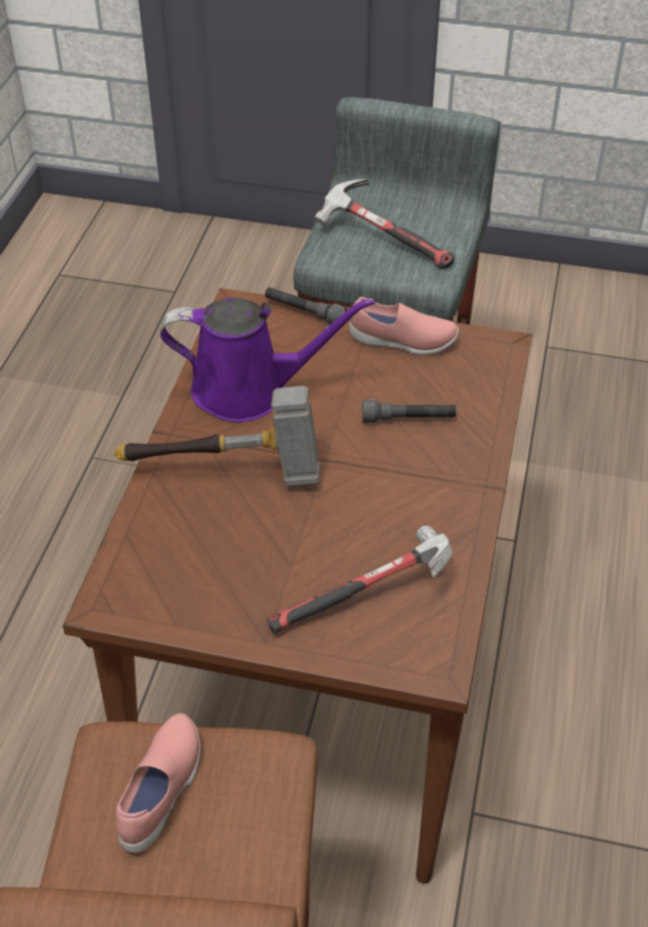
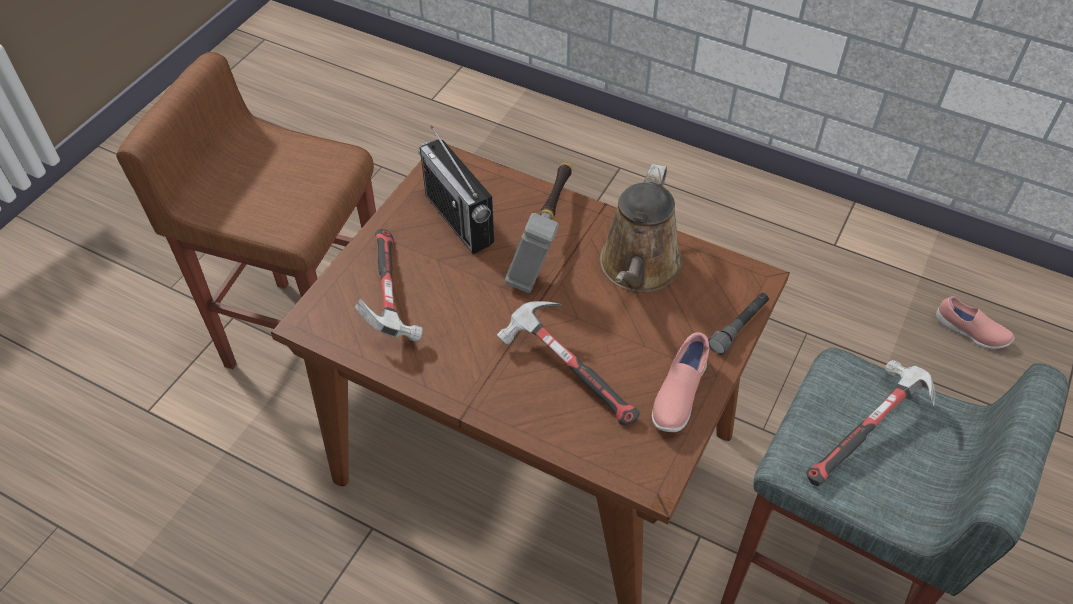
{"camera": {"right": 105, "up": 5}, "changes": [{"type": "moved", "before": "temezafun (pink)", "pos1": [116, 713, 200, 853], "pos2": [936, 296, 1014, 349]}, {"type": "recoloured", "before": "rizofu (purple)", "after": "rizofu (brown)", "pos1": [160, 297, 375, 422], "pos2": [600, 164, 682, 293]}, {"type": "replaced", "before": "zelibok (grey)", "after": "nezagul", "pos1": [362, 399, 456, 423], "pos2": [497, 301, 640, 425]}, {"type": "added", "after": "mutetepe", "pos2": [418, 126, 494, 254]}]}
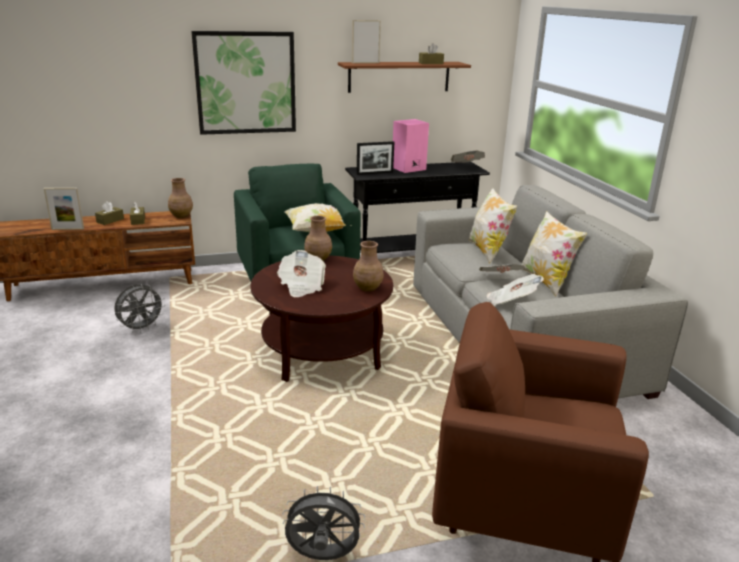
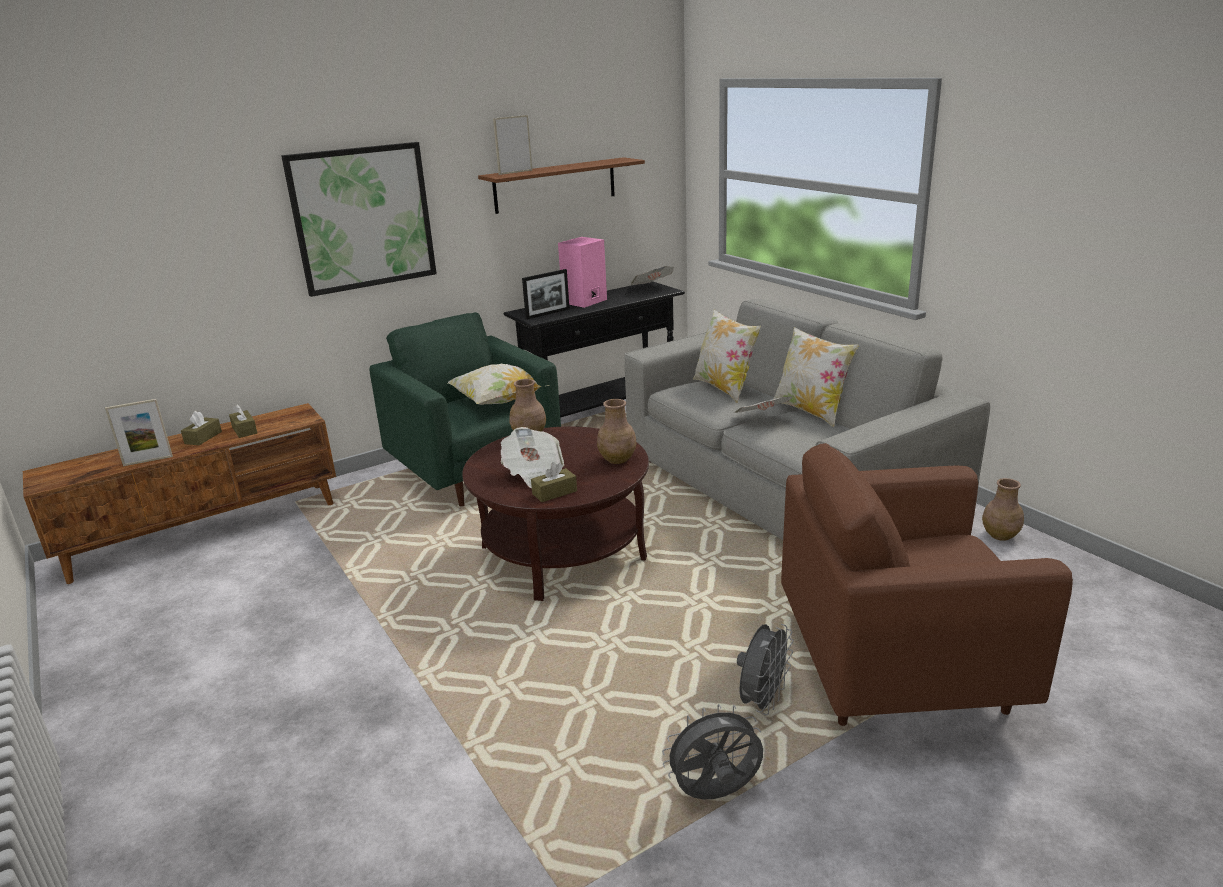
{"camera": {"right": -15, "up": 0}, "changes": [{"type": "moved", "before": "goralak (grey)", "pos1": [114, 284, 165, 332], "pos2": [737, 624, 794, 715]}, {"type": "moved", "before": "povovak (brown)", "pos1": [168, 178, 193, 218], "pos2": [982, 478, 1024, 541]}, {"type": "moved", "before": "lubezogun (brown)", "pos1": [419, 43, 444, 64], "pos2": [531, 462, 577, 502]}, {"type": "removed", "before": "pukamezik", "pos1": [486, 274, 544, 305]}]}
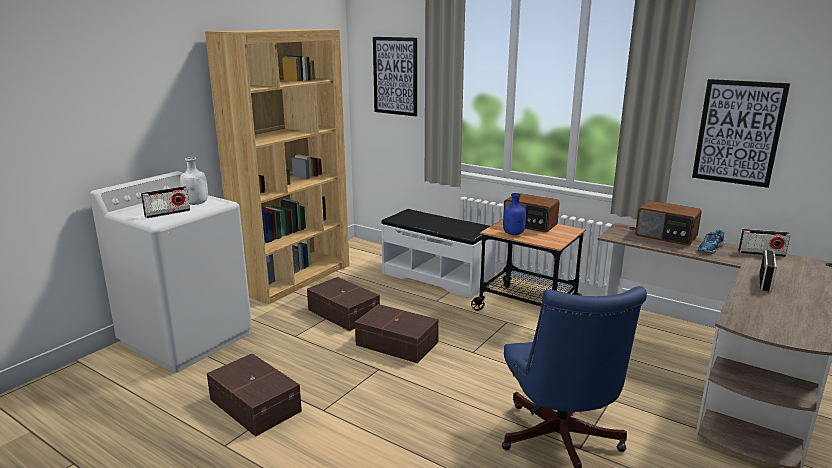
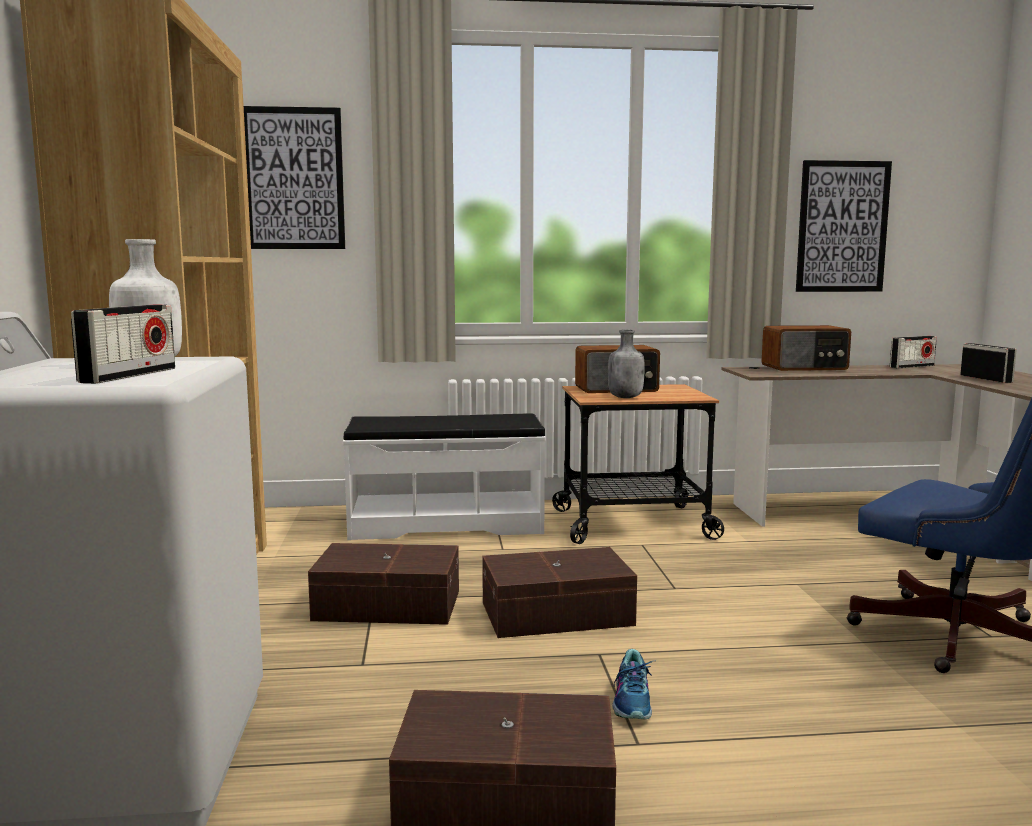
{"camera": {"right": -40, "up": -10}, "changes": [{"type": "recoloured", "before": "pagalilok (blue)", "after": "pagalilok (grey)", "pos1": [503, 193, 526, 235], "pos2": [608, 330, 645, 398]}, {"type": "moved", "before": "temezafun", "pos1": [698, 229, 724, 254], "pos2": [612, 649, 653, 719]}]}
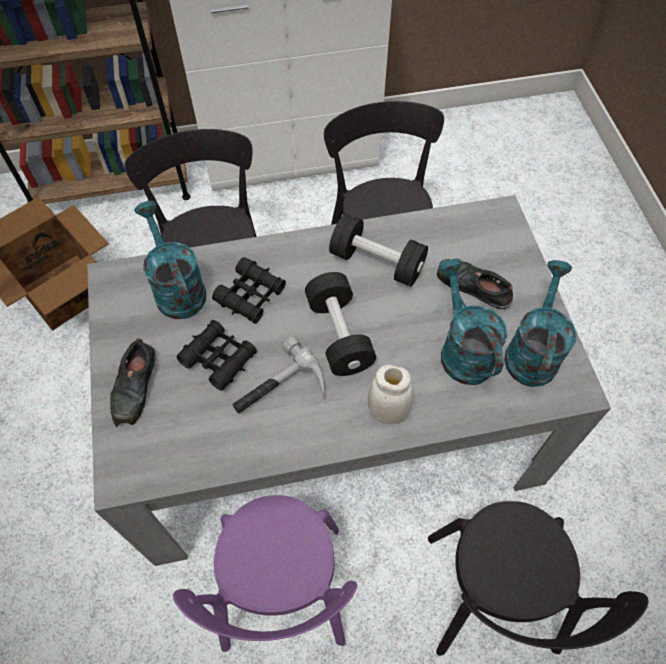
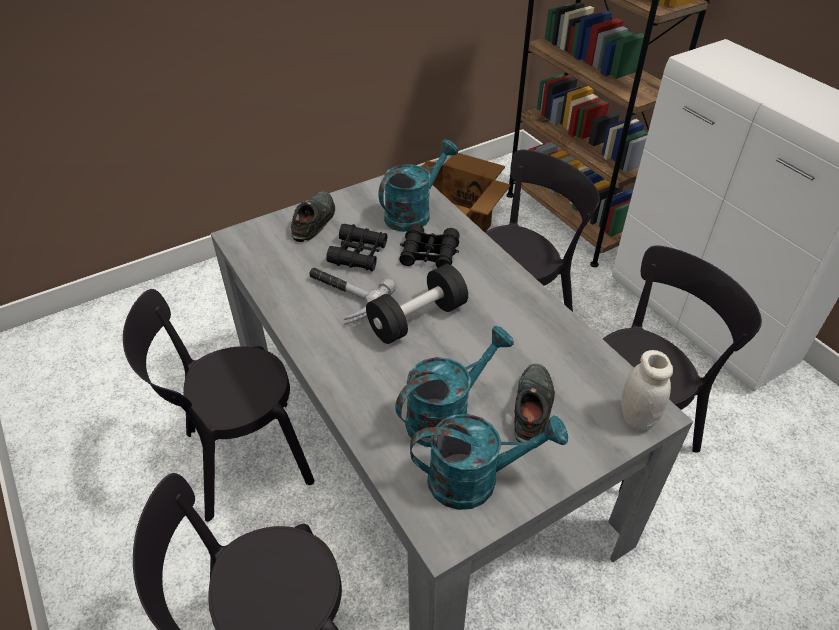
{"camera": {"right": 70, "up": -15}, "changes": [{"type": "turned", "before": "temezafun (black)", "pos1": [110, 338, 156, 427], "pos2": [291, 191, 335, 242], "turn": 120}, {"type": "recoloured", "before": "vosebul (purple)", "after": "vosebul (black)", "pos1": [173, 495, 357, 652], "pos2": [123, 289, 315, 522]}, {"type": "removed", "before": "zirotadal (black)", "pos1": [329, 214, 428, 287]}, {"type": "moved", "before": "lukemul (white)", "pos1": [368, 365, 413, 424], "pos2": [621, 350, 673, 431]}]}
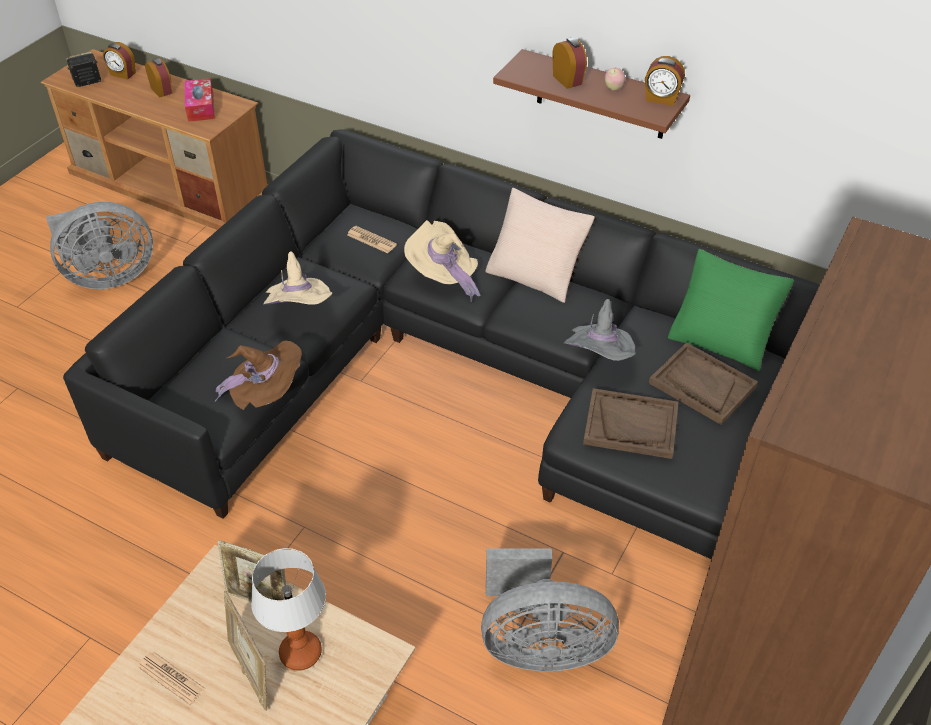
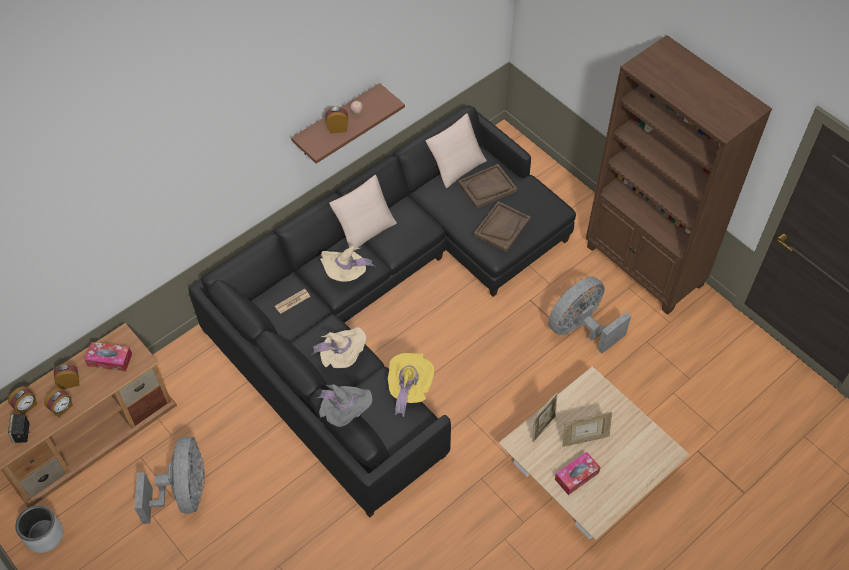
{"camera": {"right": -70, "up": 10}, "changes": [{"type": "replaced", "before": "pukamezik", "after": "lubezogun", "pos1": [137, 652, 206, 705], "pos2": [555, 452, 601, 495]}, {"type": "recoloured", "before": "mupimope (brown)", "after": "mupimope (yellow)", "pos1": [215, 340, 302, 410], "pos2": [388, 353, 434, 417]}, {"type": "removed", "before": "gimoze", "pos1": [251, 548, 326, 671]}, {"type": "turned", "before": "goralak (grey)", "pos1": [481, 548, 619, 671], "pos2": [548, 276, 631, 353], "turn": -150}, {"type": "moved", "before": "mupimope (grey)", "pos1": [564, 299, 636, 361], "pos2": [316, 384, 372, 427]}, {"type": "moved", "before": "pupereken", "pos1": [645, 56, 685, 106], "pos2": [44, 388, 73, 418]}, {"type": "recoloured", "before": "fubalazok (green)", "after": "fubalazok (beige)", "pos1": [668, 249, 794, 371], "pos2": [426, 113, 487, 188]}, {"type": "added", "after": "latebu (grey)", "pos2": [15, 505, 63, 553]}]}
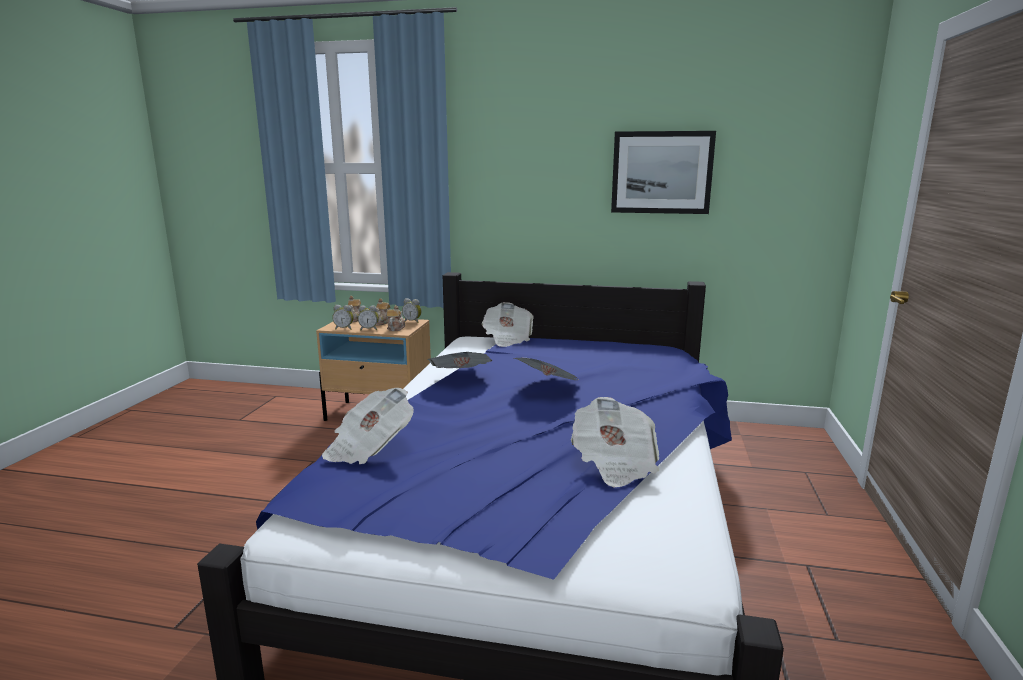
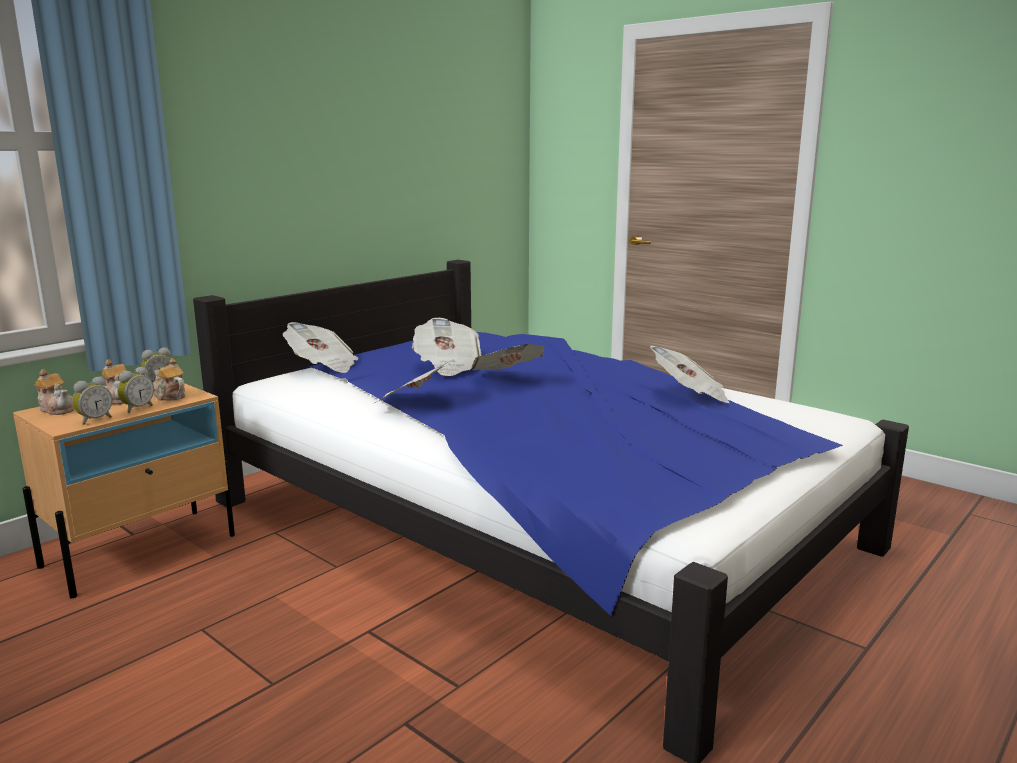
{"camera": {"right": -60, "up": 0}, "changes": [{"type": "moved", "before": "pukamezik", "pos1": [322, 388, 414, 464], "pos2": [412, 318, 481, 376]}, {"type": "removed", "before": "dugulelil", "pos1": [611, 131, 716, 214]}]}
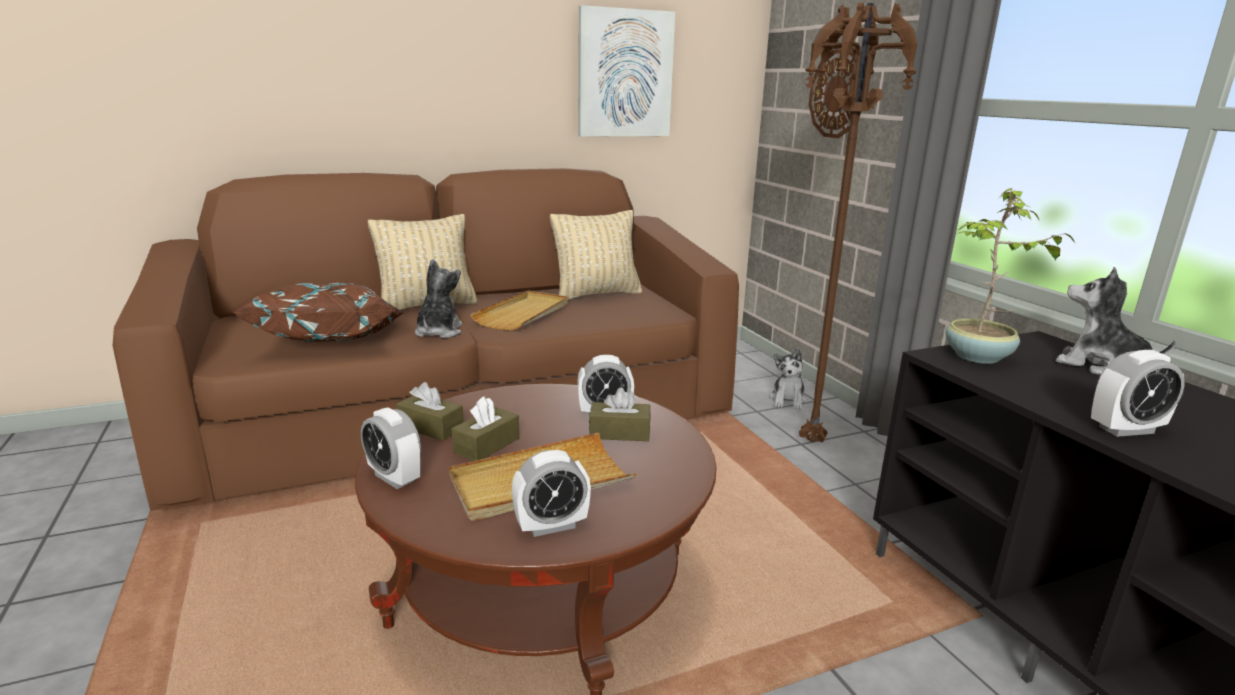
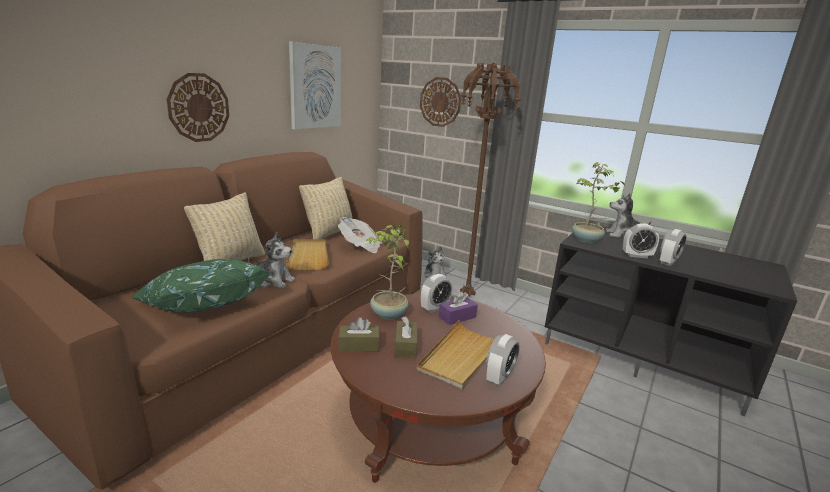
{"camera": {"right": -35, "up": 0}, "changes": [{"type": "recoloured", "before": "fubalazok (brown)", "after": "fubalazok (green)", "pos1": [232, 282, 404, 342], "pos2": [131, 259, 272, 312]}, {"type": "moved", "before": "pupereken", "pos1": [361, 407, 421, 489], "pos2": [623, 223, 659, 258]}, {"type": "turned", "before": "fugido", "pos1": [415, 259, 462, 338], "pos2": [248, 232, 295, 289], "turn": 135}, {"type": "recoloured", "before": "lubezogun (brown)", "after": "lubezogun (purple)", "pos1": [589, 388, 651, 441], "pos2": [439, 291, 478, 325]}, {"type": "added", "after": "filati", "pos2": [167, 73, 229, 142]}, {"type": "added", "after": "pukamezik", "pos2": [338, 217, 382, 253]}, {"type": "added", "after": "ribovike", "pos2": [366, 224, 409, 320]}]}
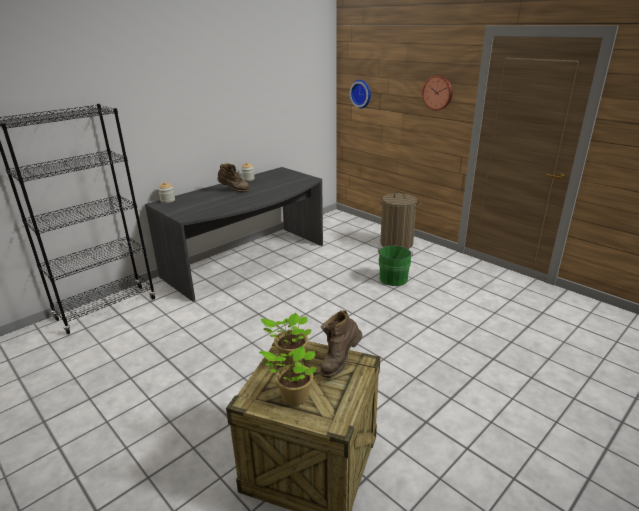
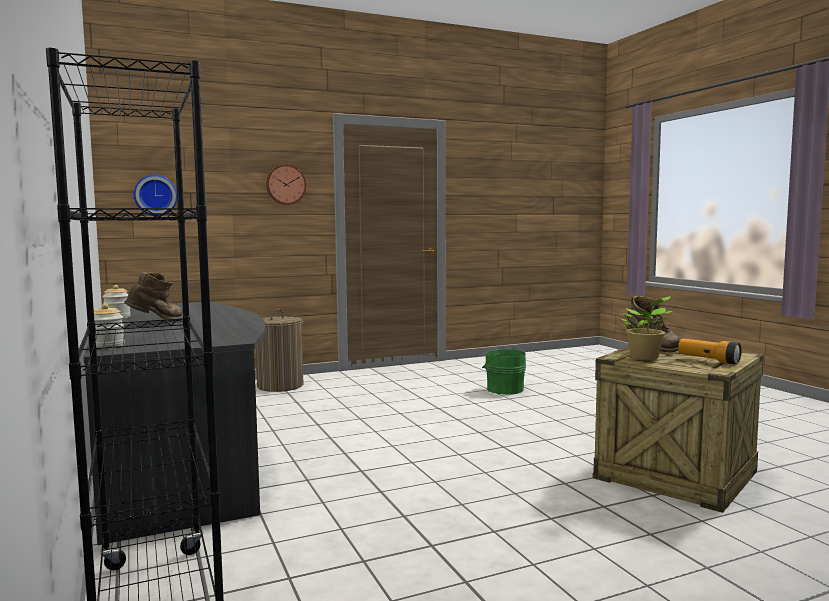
{"camera": {"right": -70, "up": -20}, "changes": [{"type": "replaced", "before": "ribovike", "after": "zelibok", "pos1": [259, 346, 316, 406], "pos2": [678, 339, 741, 365]}, {"type": "moved", "before": "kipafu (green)", "pos1": [378, 246, 413, 286], "pos2": [482, 347, 526, 395]}]}
